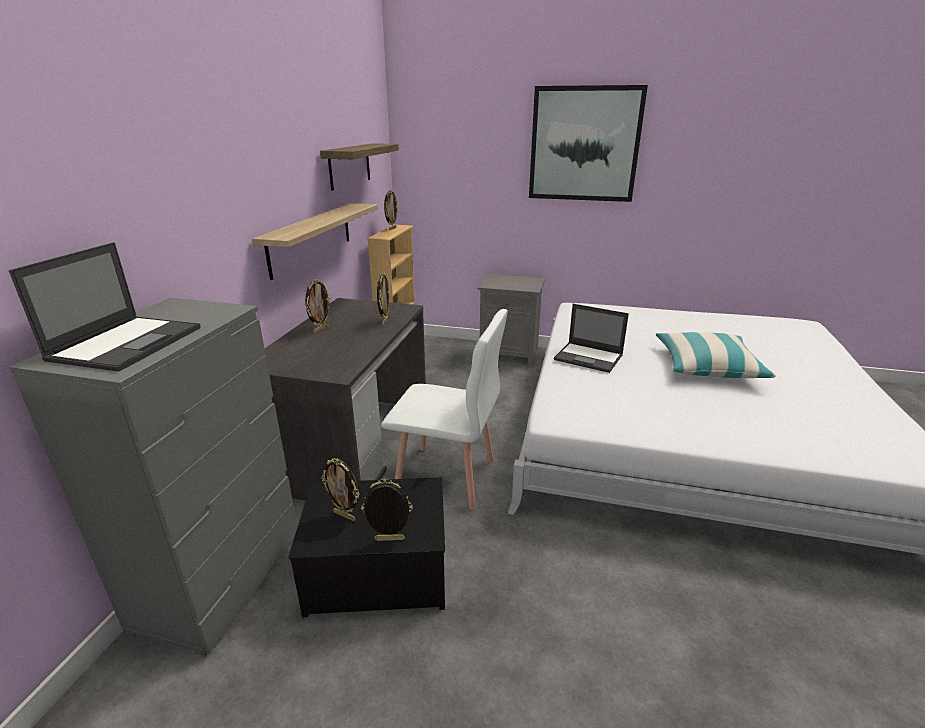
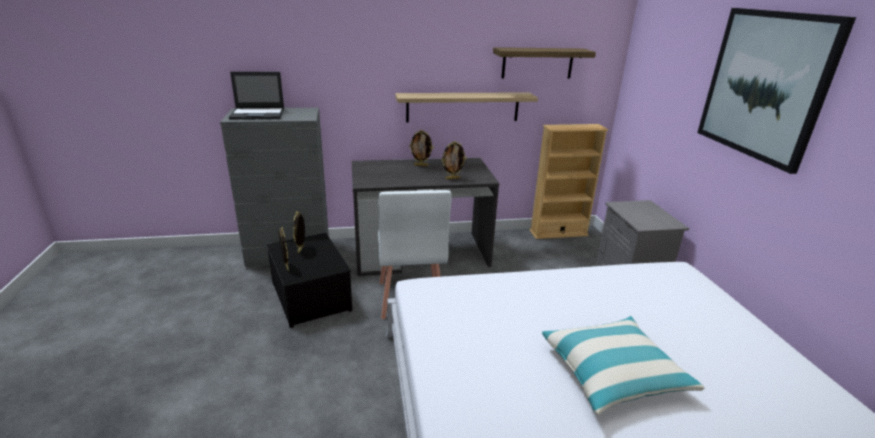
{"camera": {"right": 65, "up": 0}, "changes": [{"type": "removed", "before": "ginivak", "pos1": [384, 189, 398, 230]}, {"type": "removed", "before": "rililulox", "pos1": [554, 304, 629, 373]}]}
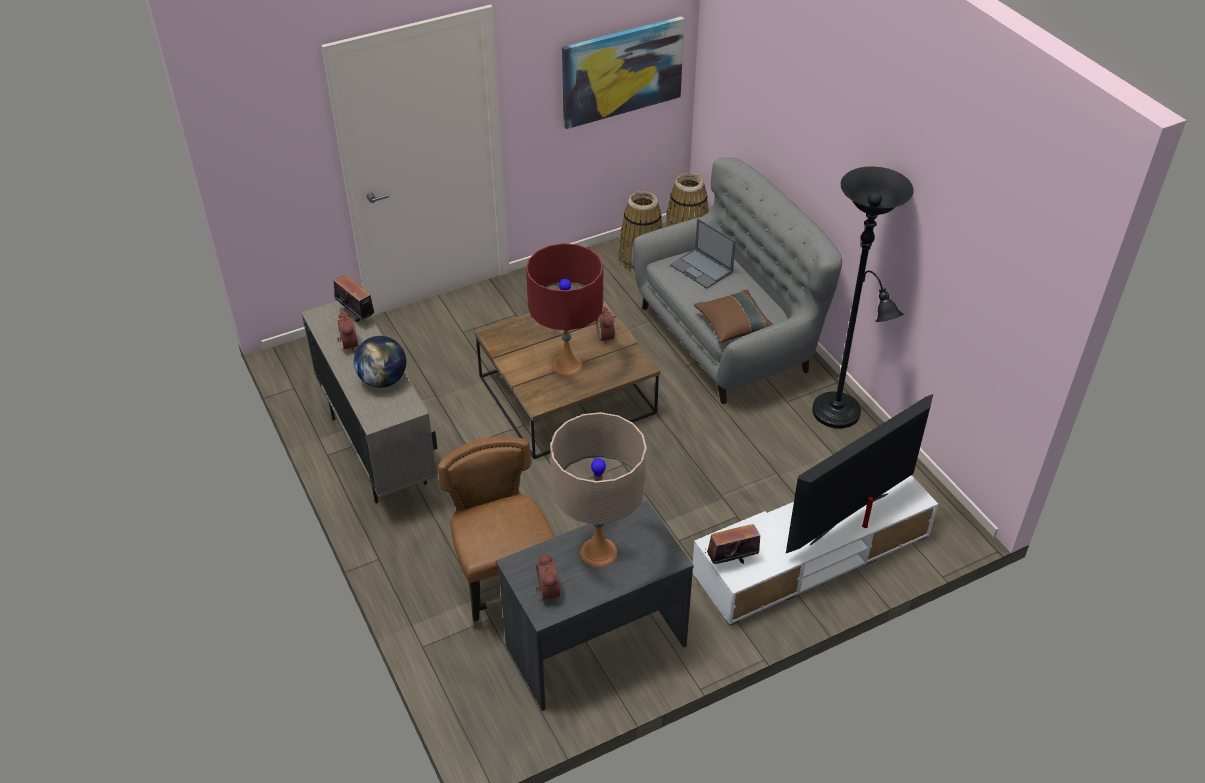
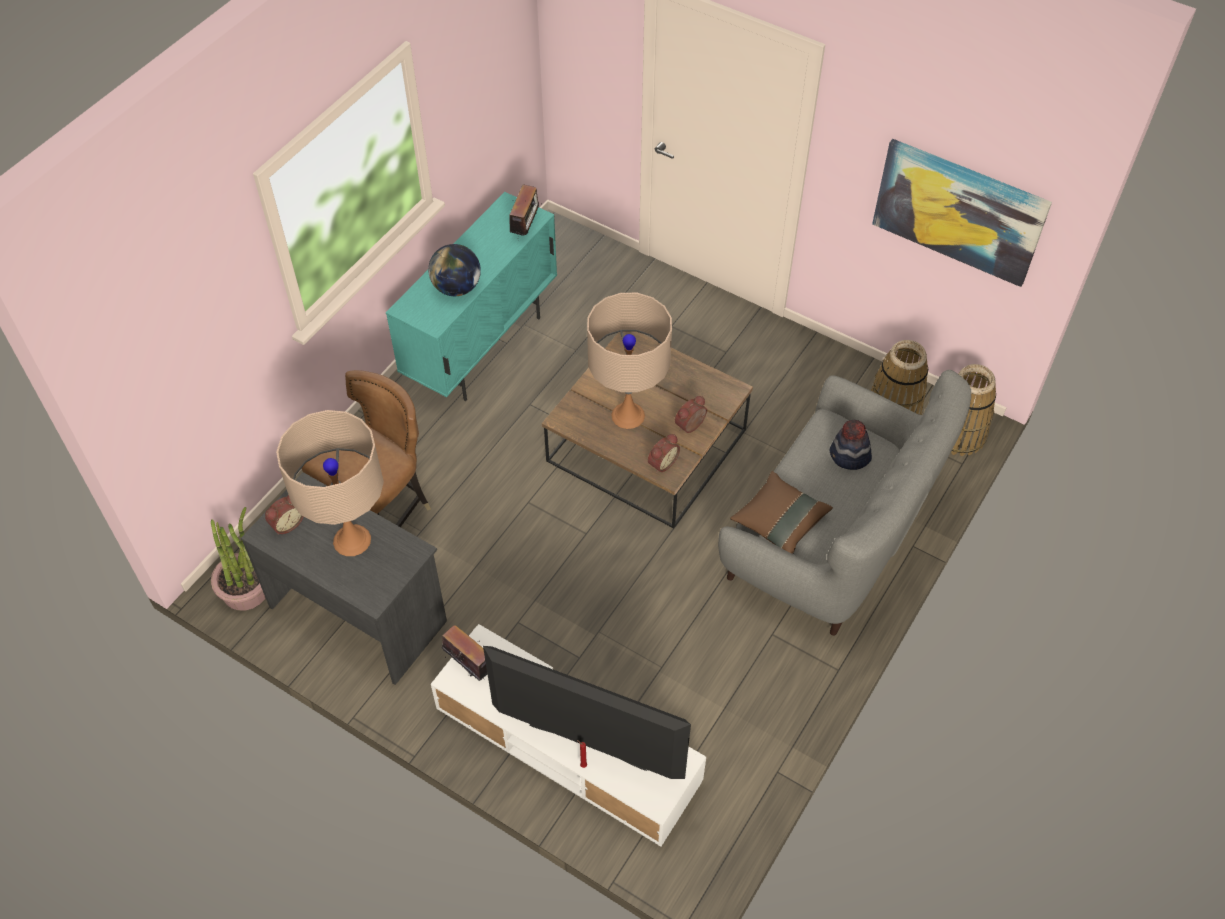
{"camera": {"right": 60, "up": 10}, "changes": [{"type": "recoloured", "before": "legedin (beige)", "after": "legedin (turquoise)", "pos1": [301, 301, 438, 503], "pos2": [386, 192, 557, 401]}, {"type": "moved", "before": "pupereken", "pos1": [337, 311, 358, 352], "pos2": [648, 434, 680, 473]}, {"type": "recoloured", "before": "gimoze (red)", "after": "gimoze (beige)", "pos1": [526, 243, 603, 376], "pos2": [587, 293, 672, 429]}, {"type": "replaced", "before": "rililulox", "after": "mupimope", "pos1": [670, 218, 736, 289], "pos2": [830, 420, 872, 470]}, {"type": "removed", "before": "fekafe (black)", "pos1": [812, 166, 914, 429]}, {"type": "added", "after": "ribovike", "pos2": [211, 507, 266, 610]}]}
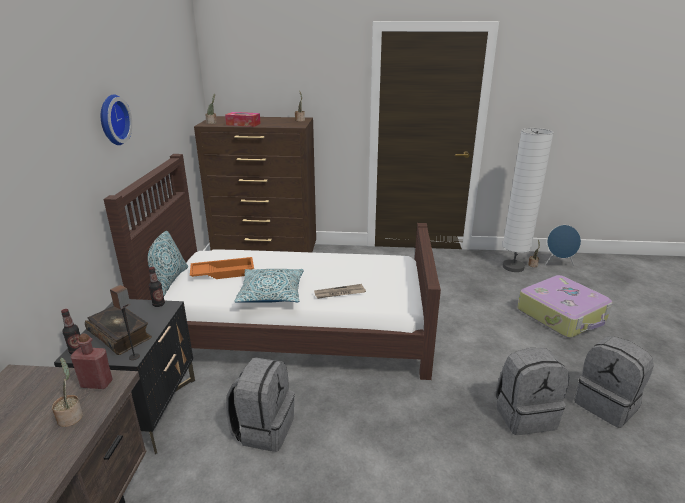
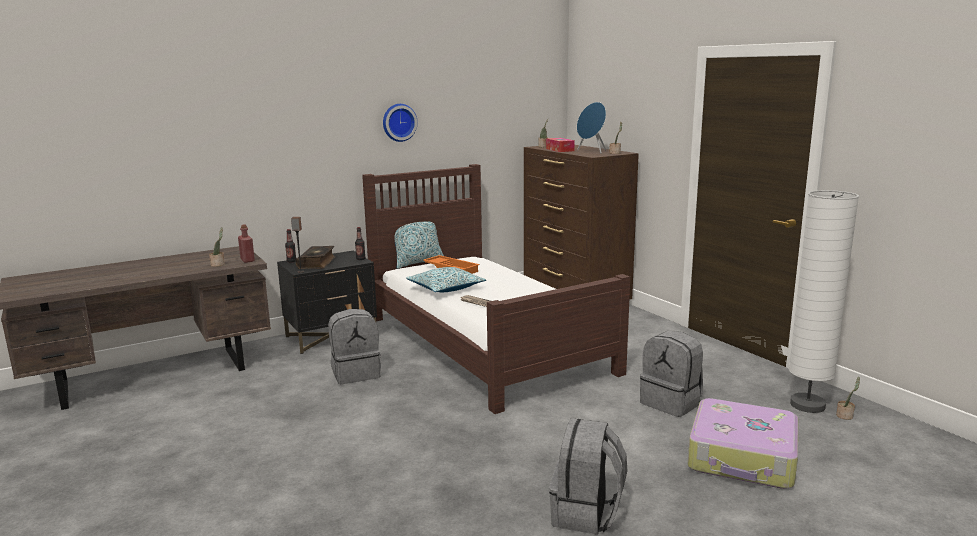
{"camera": {"right": 55, "up": -10}, "changes": [{"type": "moved", "before": "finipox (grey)", "pos1": [496, 348, 569, 435], "pos2": [640, 331, 703, 417]}, {"type": "moved", "before": "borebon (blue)", "pos1": [544, 225, 581, 266], "pos2": [577, 102, 606, 153]}]}
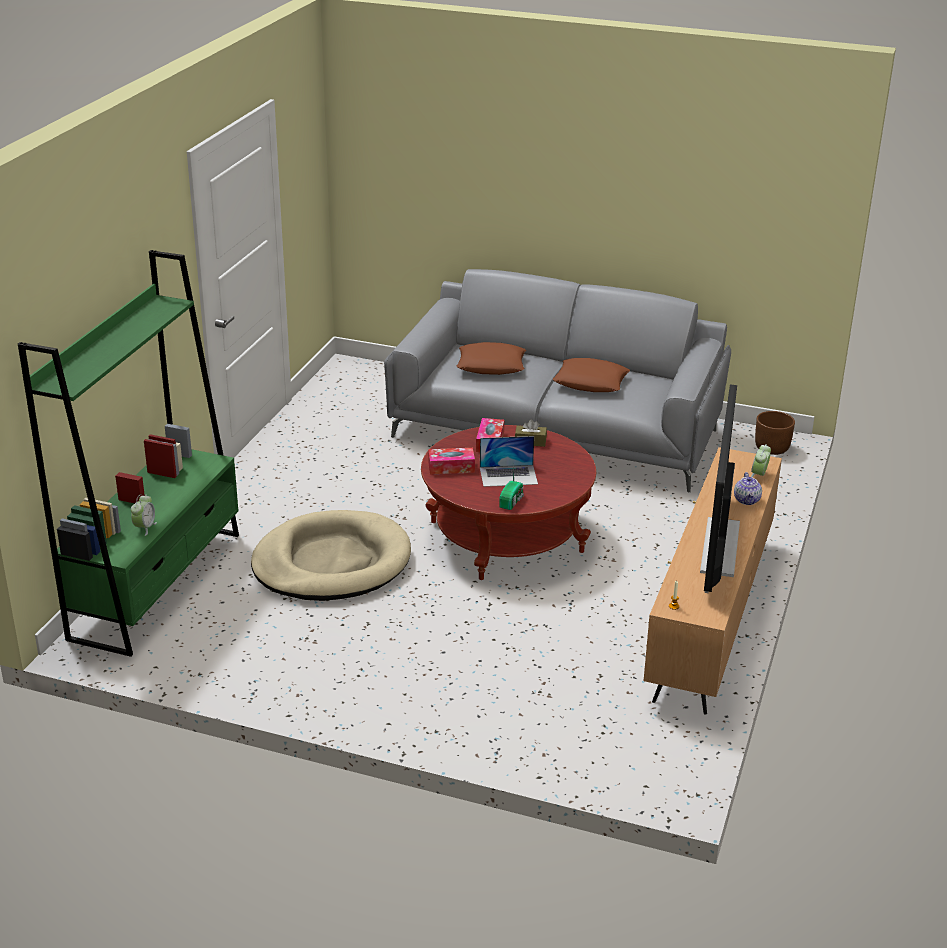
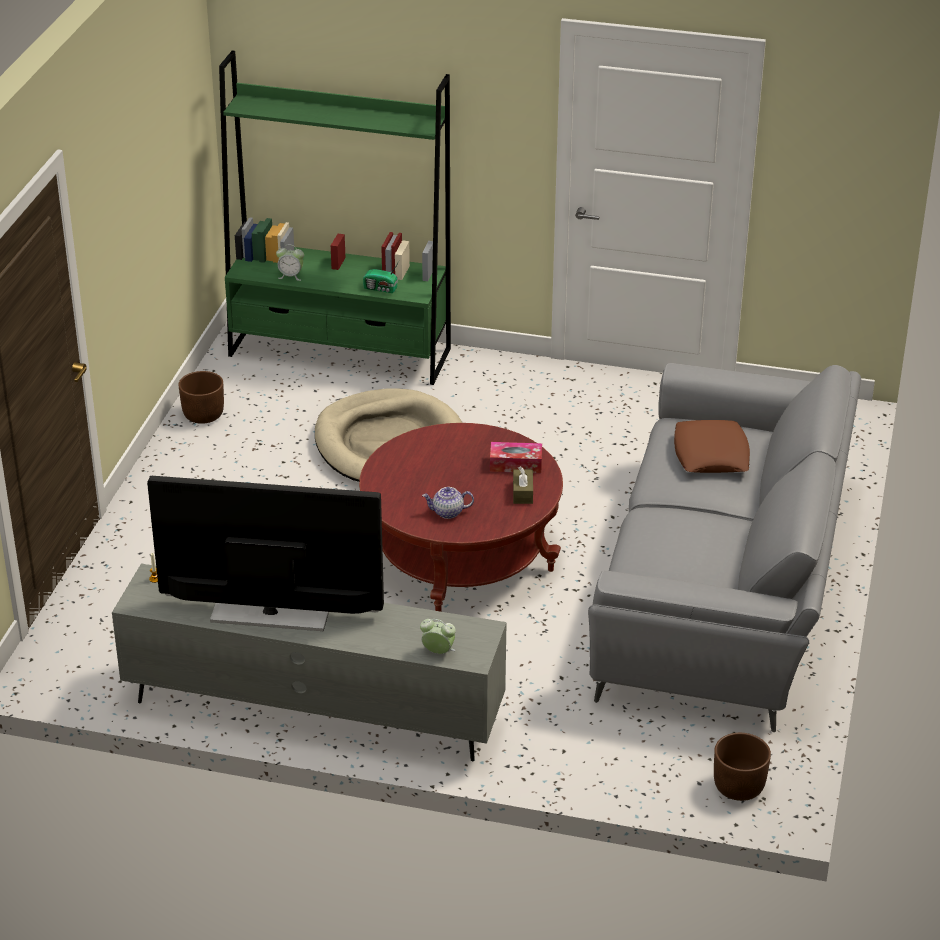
{"camera": {"right": 85, "up": 5}, "changes": [{"type": "removed", "before": "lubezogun", "pos1": [428, 448, 475, 474]}, {"type": "removed", "before": "rililulox", "pos1": [480, 436, 538, 487]}, {"type": "moved", "before": "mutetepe", "pos1": [500, 467, 524, 510], "pos2": [363, 260, 400, 293]}, {"type": "removed", "before": "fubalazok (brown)", "pos1": [553, 358, 630, 392]}, {"type": "recoloured", "before": "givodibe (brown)", "after": "givodibe (grey)", "pos1": [644, 447, 782, 715], "pos2": [112, 564, 507, 761]}, {"type": "moved", "before": "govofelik", "pos1": [734, 472, 762, 505], "pos2": [422, 487, 474, 519]}, {"type": "added", "after": "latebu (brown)", "pos2": [178, 371, 224, 424]}]}
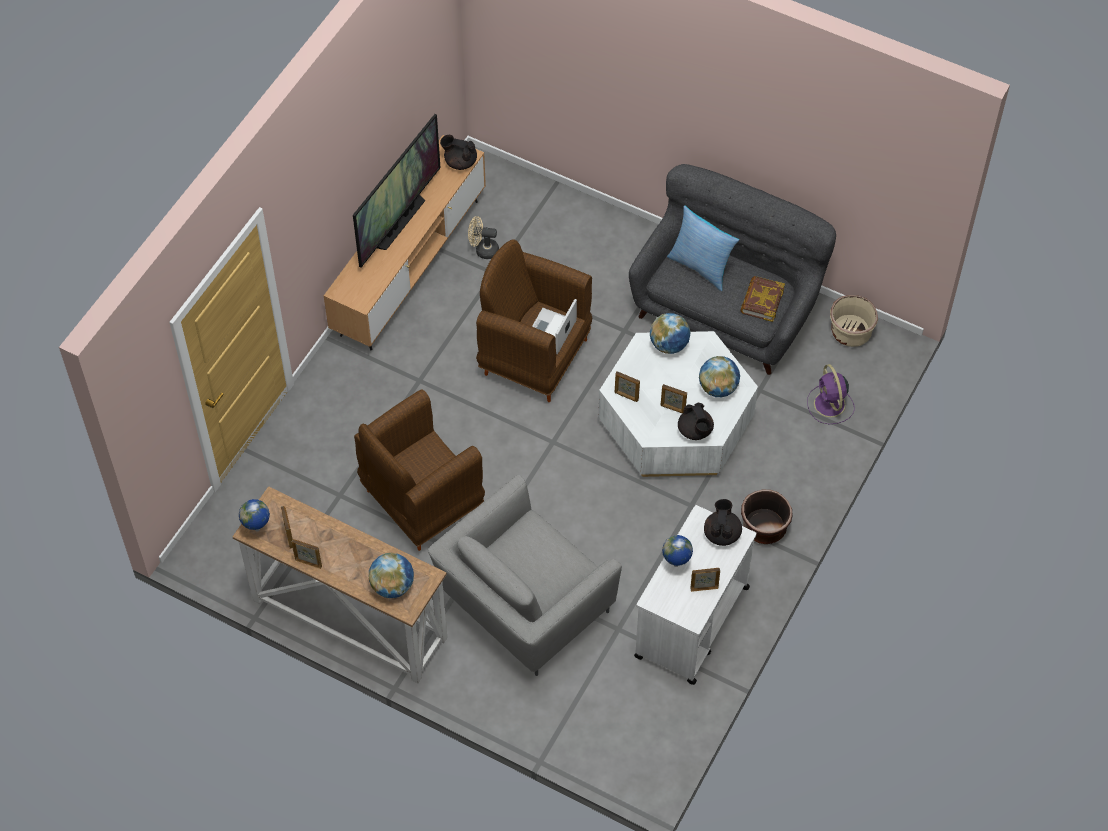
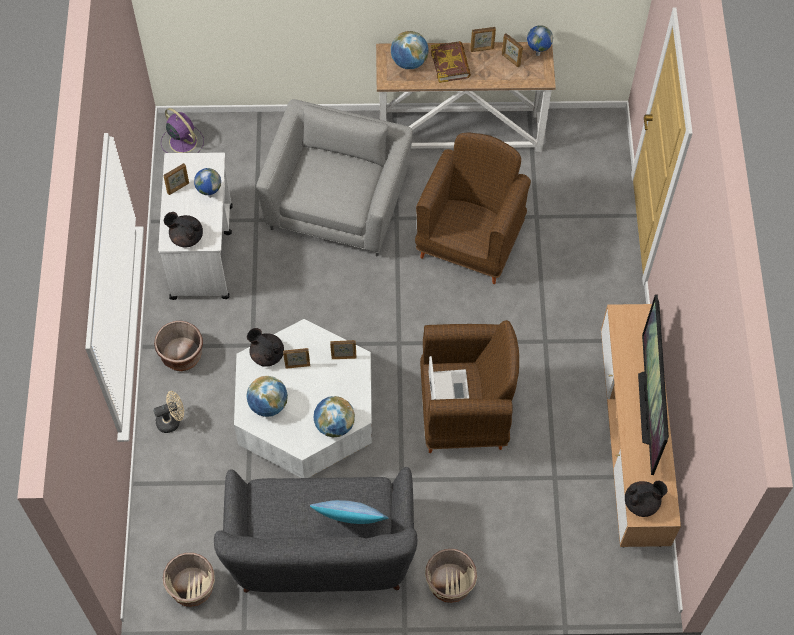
{"camera": {"right": 150, "up": 5}, "changes": [{"type": "moved", "before": "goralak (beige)", "pos1": [468, 216, 499, 259], "pos2": [153, 391, 184, 433]}, {"type": "turned", "before": "govofelik (black)", "pos1": [704, 499, 742, 546], "pos2": [164, 212, 203, 248], "turn": 135}, {"type": "moved", "before": "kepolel", "pos1": [740, 276, 785, 322], "pos2": [431, 41, 471, 83]}, {"type": "moved", "before": "goralak (purple)", "pos1": [807, 364, 855, 424], "pos2": [161, 108, 204, 153]}, {"type": "added", "after": "latebu (beige)", "pos2": [425, 549, 477, 603]}]}
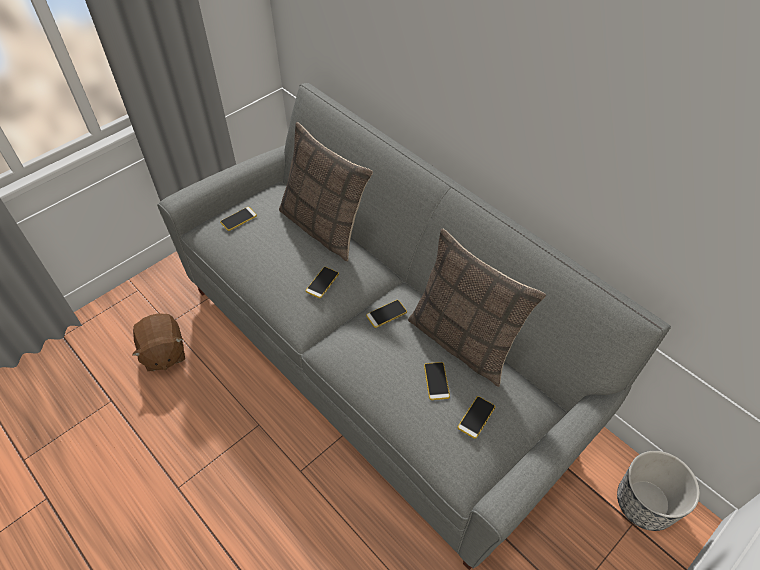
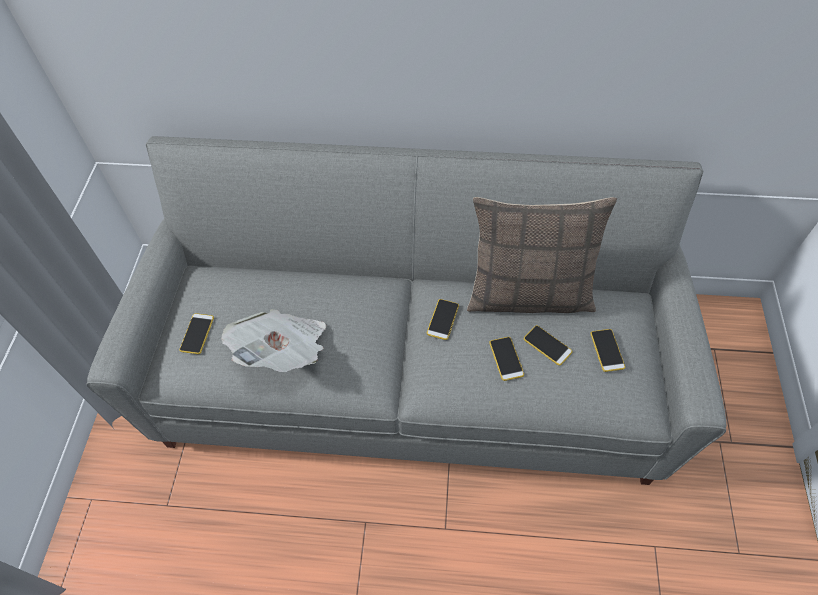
{"camera": {"right": -40, "up": 5}, "changes": [{"type": "removed", "before": "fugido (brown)", "pos1": [132, 313, 185, 371]}, {"type": "removed", "before": "fubalazok", "pos1": [279, 122, 373, 261]}, {"type": "moved", "before": "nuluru", "pos1": [305, 267, 339, 298], "pos2": [489, 337, 524, 381]}, {"type": "removed", "before": "latebu", "pos1": [617, 451, 700, 531]}, {"type": "added", "after": "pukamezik", "pos2": [221, 309, 326, 372]}]}
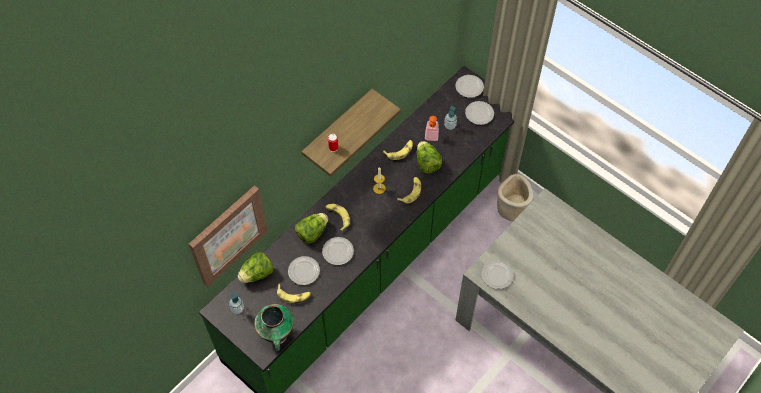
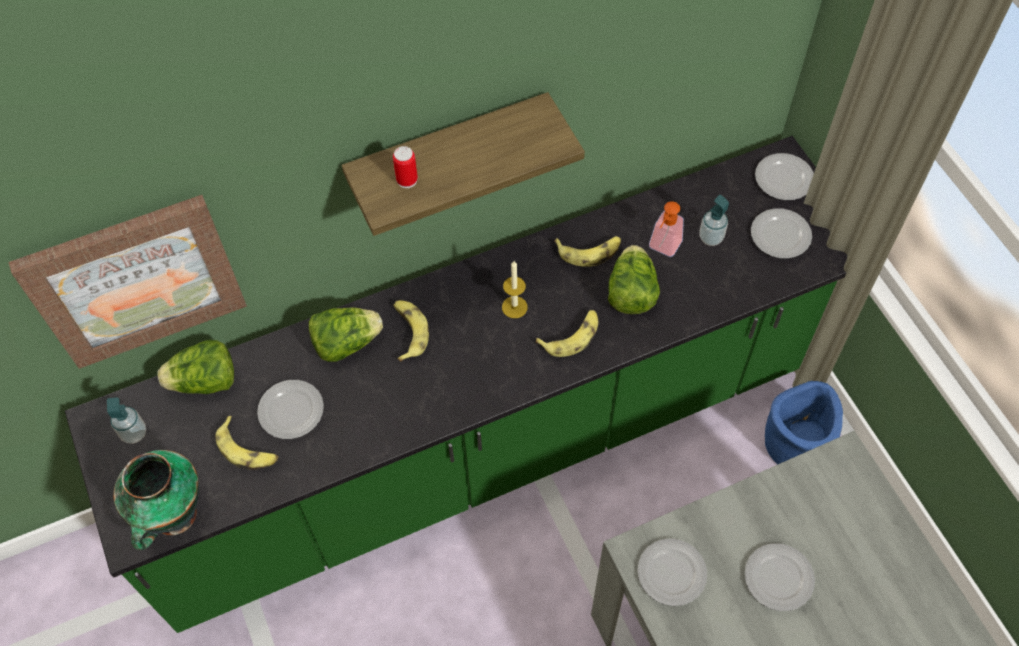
{"camera": {"right": 25, "up": 0}, "changes": [{"type": "moved", "before": "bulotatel", "pos1": [322, 237, 354, 265], "pos2": [745, 543, 815, 611]}, {"type": "recoloured", "before": "latebu (beige)", "after": "latebu (blue)", "pos1": [497, 174, 533, 222], "pos2": [765, 381, 843, 464]}]}
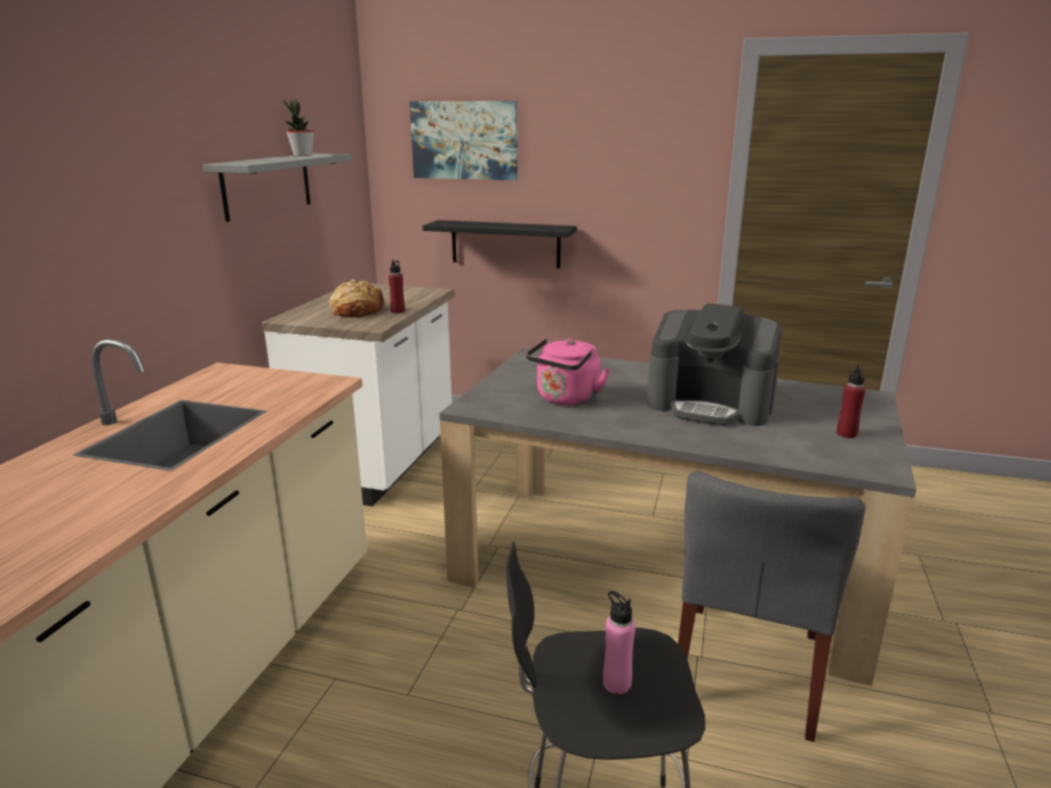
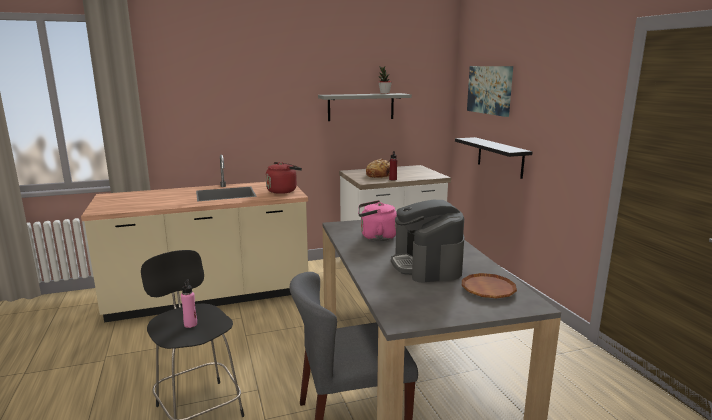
{"camera": {"right": 55, "up": -5}, "changes": [{"type": "removed", "before": "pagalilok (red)", "pos1": [837, 365, 866, 438]}, {"type": "added", "after": "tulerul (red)", "pos2": [266, 162, 302, 194]}, {"type": "added", "after": "bulotatel (brown)", "pos2": [462, 273, 517, 298]}]}
